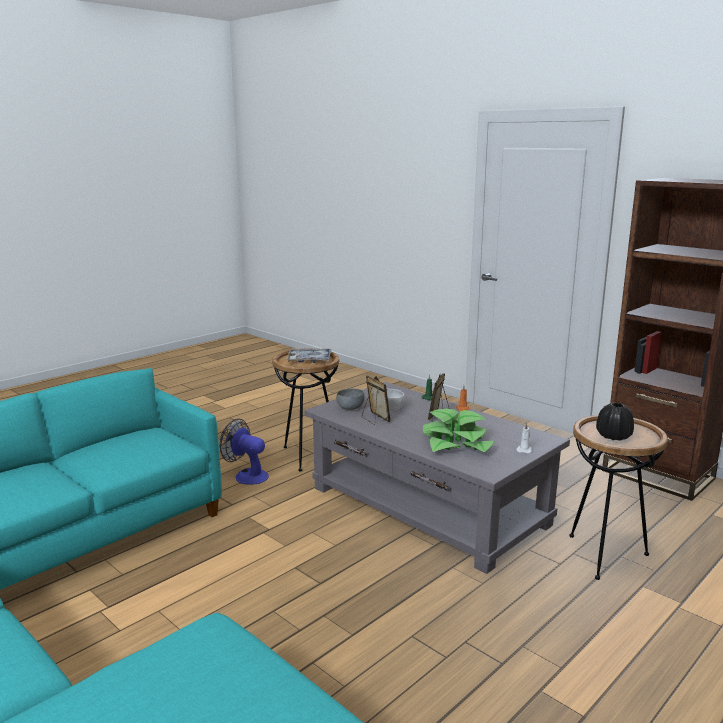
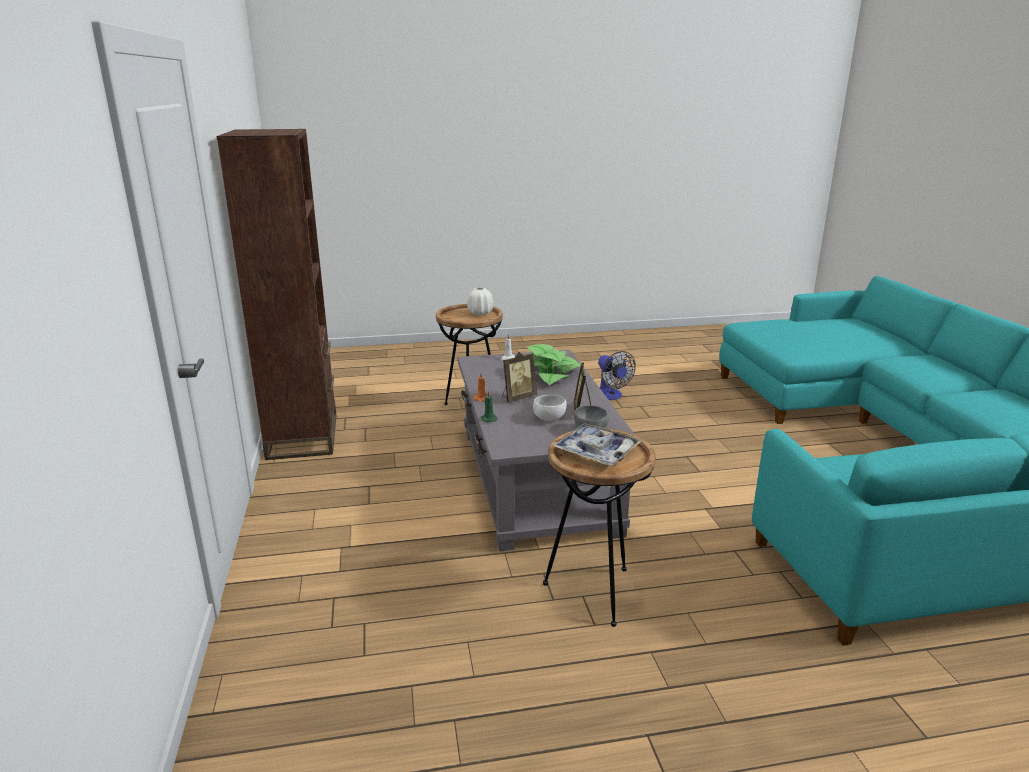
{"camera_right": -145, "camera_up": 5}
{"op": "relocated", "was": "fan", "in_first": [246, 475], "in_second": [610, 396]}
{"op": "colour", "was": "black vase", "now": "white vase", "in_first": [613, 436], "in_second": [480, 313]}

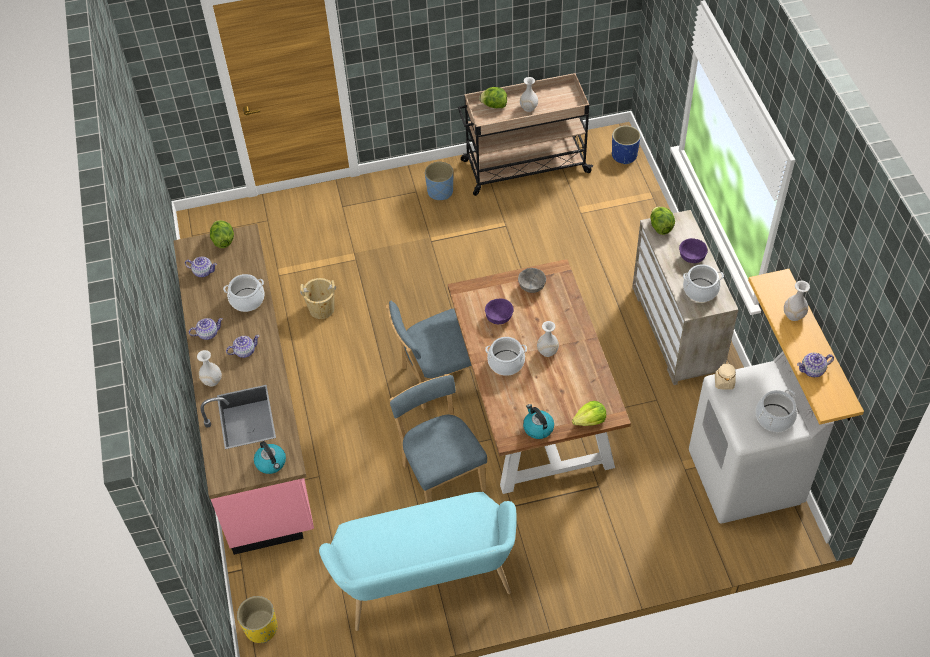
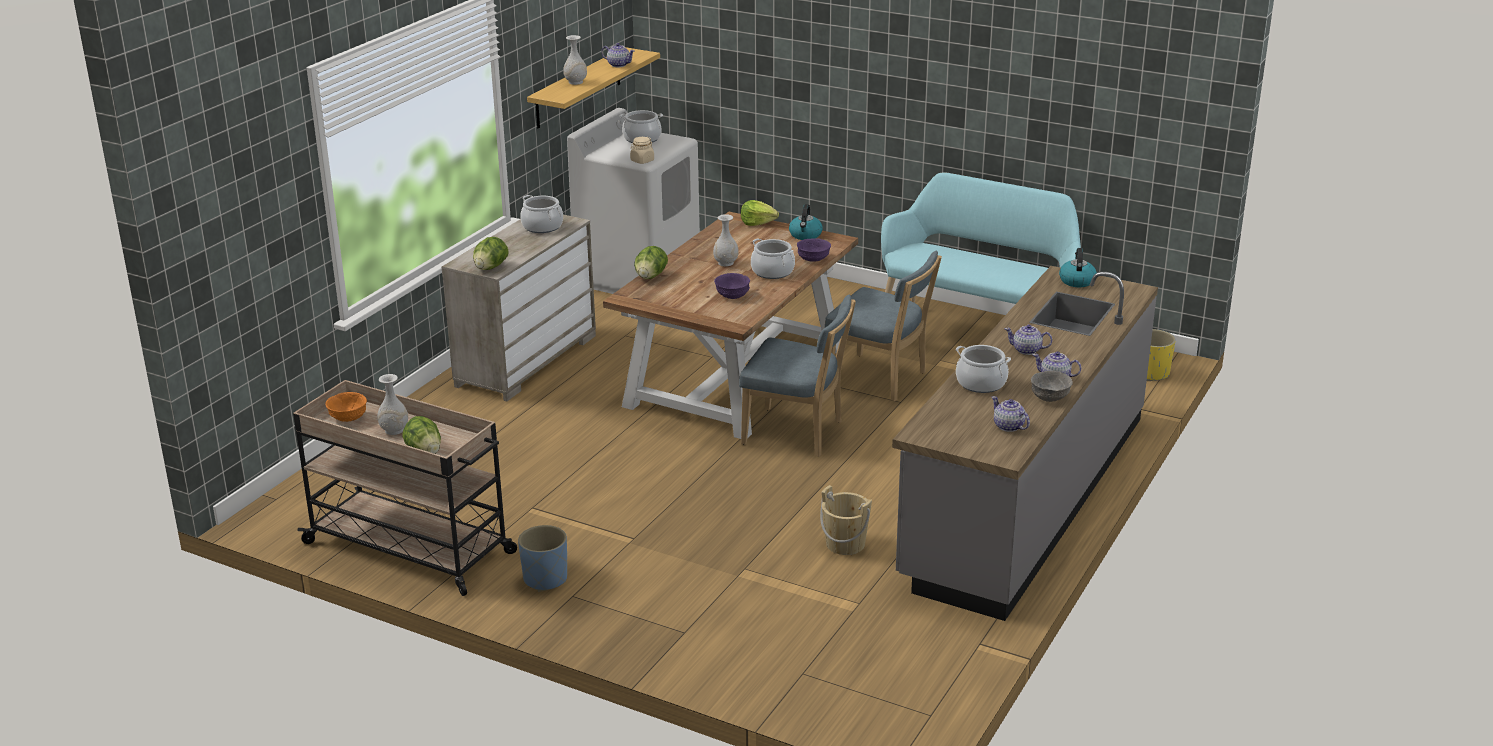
{"camera_right": -140, "camera_up": -25}
{"op": "colour", "was": "pink kitchen counter", "now": "grey kitchen counter", "in_first": [255, 415], "in_second": [1024, 496]}
{"op": "missing", "was": "white vase", "in_first": [212, 380]}
{"op": "relocated", "was": "head of lettuce", "in_first": [223, 240], "in_second": [650, 277]}
{"op": "spun", "was": "blue plain chair", "in_first": [441, 474], "in_second": [880, 379], "clockwise": -75}
{"op": "relocated", "was": "grey deep dish", "in_first": [531, 286], "in_second": [1050, 397]}
{"op": "missing", "was": "blue plant pot", "in_first": [624, 155]}
{"op": "relocated", "was": "purple-coloured deep dish", "in_first": [692, 257], "in_second": [813, 259]}
{"op": "appeared", "now": "orange-coloured deep dish", "in_second": [347, 418]}

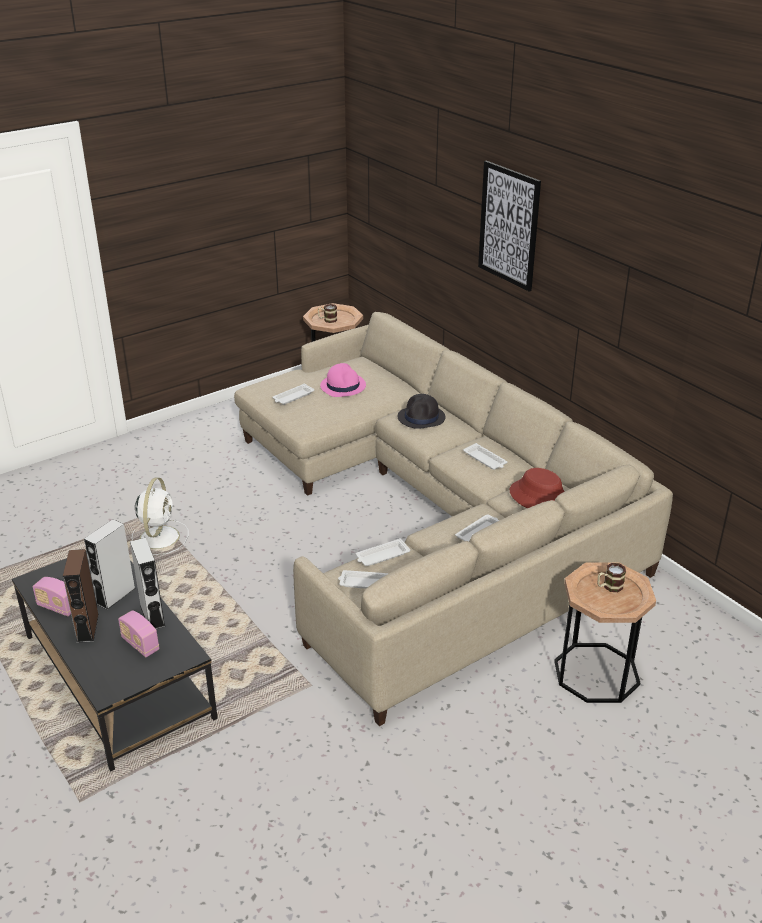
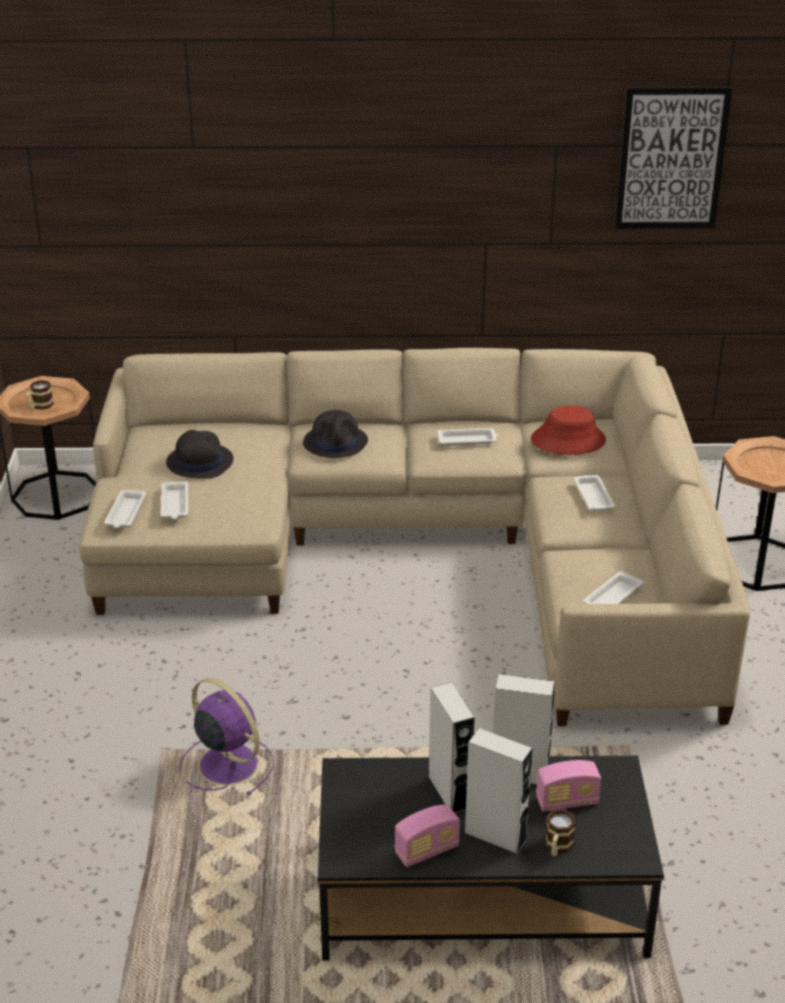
{"camera_right": -55, "camera_up": 0}
{"op": "colour", "was": "brown audio speaker", "now": "grey audio speaker", "in_first": [87, 628], "in_second": [495, 836]}
{"op": "colour", "was": "white fan", "now": "purple-coloured fan", "in_first": [160, 536], "in_second": [226, 763]}
{"op": "colour", "was": "pink wearable hat", "now": "black wearable hat", "in_first": [343, 386], "in_second": [199, 461]}
{"op": "relocated", "was": "white serving tray", "in_first": [382, 556], "in_second": [125, 513]}
{"op": "relocated", "was": "picture", "in_first": [509, 225], "in_second": [671, 158]}
{"op": "relocated", "was": "tea mug", "in_first": [609, 587], "in_second": [557, 847]}

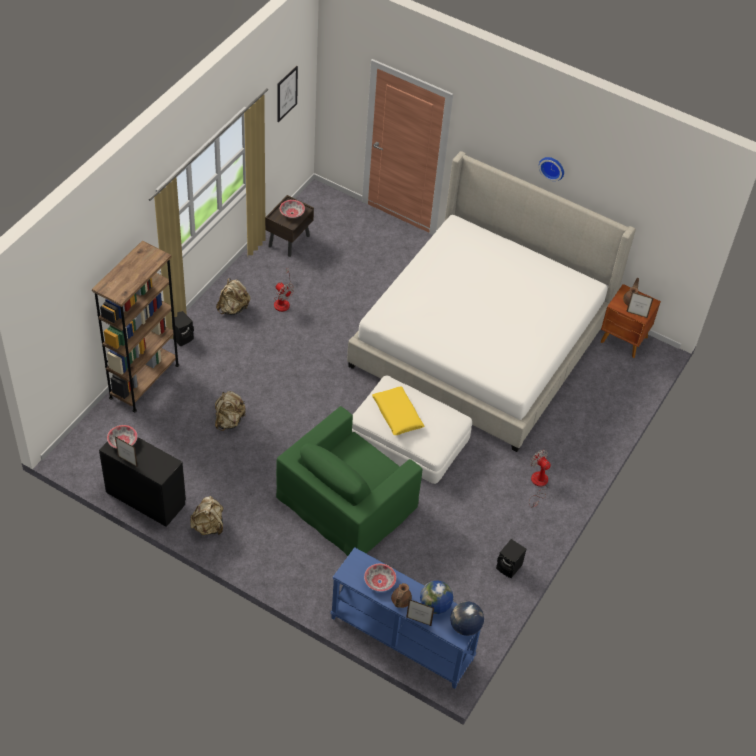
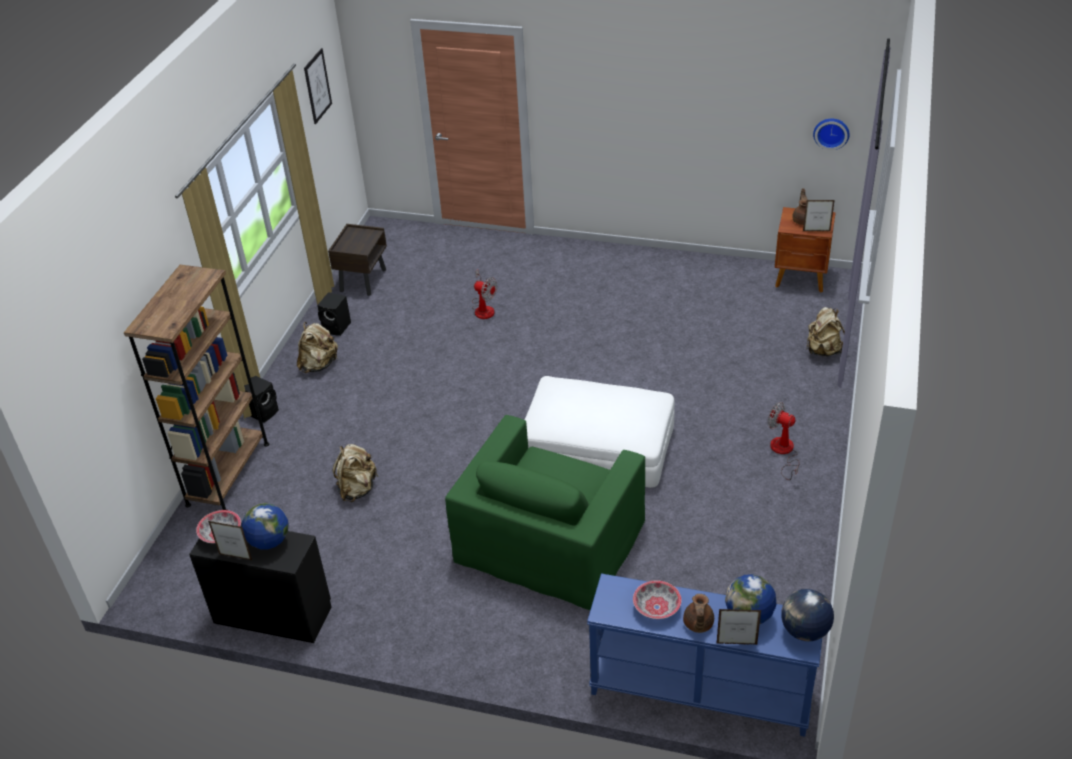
{"camera_right": -10, "camera_up": -10}
{"op": "relocated", "was": "beige backpack", "in_first": [208, 526], "in_second": [823, 350]}
{"op": "relocated", "was": "fan", "in_first": [283, 301], "in_second": [484, 308]}
{"op": "missing", "was": "deep dish", "in_first": [291, 213]}
{"op": "missing", "was": "bed", "in_first": [481, 342]}
{"op": "missing", "was": "yellow-coloured pillow", "in_first": [397, 415]}
{"op": "relocated", "was": "black audio speaker", "in_first": [509, 567], "in_second": [337, 327]}
{"op": "relocated", "was": "wall clock", "in_first": [552, 167], "in_second": [831, 132]}
{"op": "appeared", "now": "desk globe", "in_second": [269, 541]}

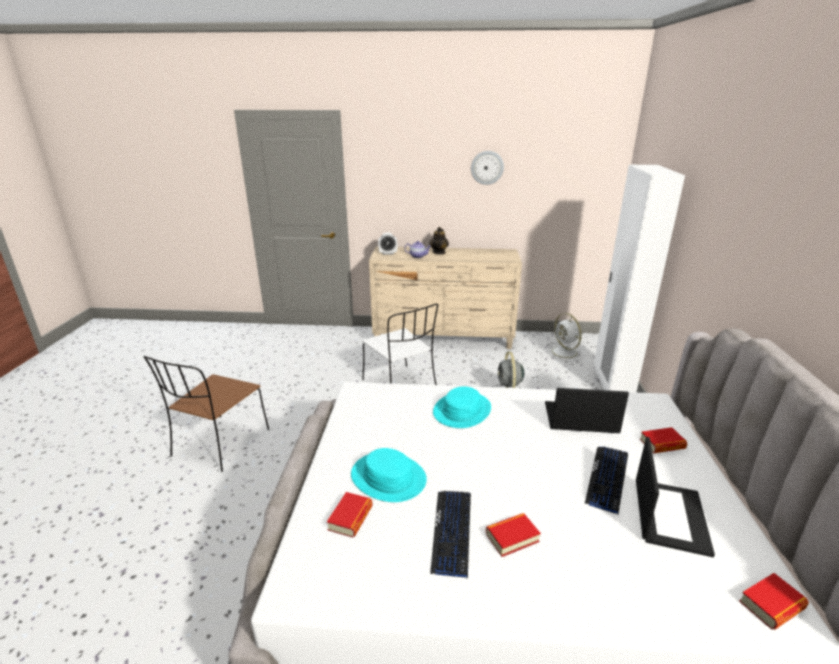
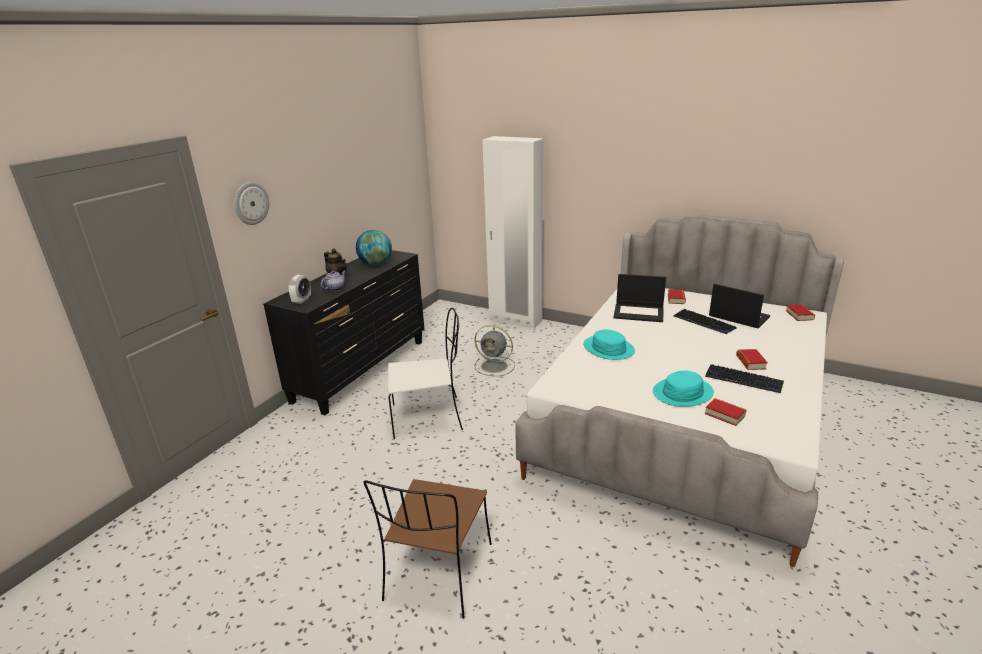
{"camera_right": -65, "camera_up": 0}
{"op": "spun", "was": "brown plain chair", "in_first": [220, 444], "in_second": [438, 574], "clockwise": 60}
{"op": "colour", "was": "beige chest of drawers", "now": "black chest of drawers", "in_first": [443, 338], "in_second": [362, 370]}
{"op": "relocated", "was": "wall clock", "in_first": [487, 167], "in_second": [251, 203]}
{"op": "spun", "was": "notebook computer", "in_first": [580, 418], "in_second": [639, 313], "clockwise": -105}
{"op": "missing", "was": "white fan", "in_first": [565, 352]}
{"op": "appeared", "now": "desk globe", "in_second": [376, 264]}

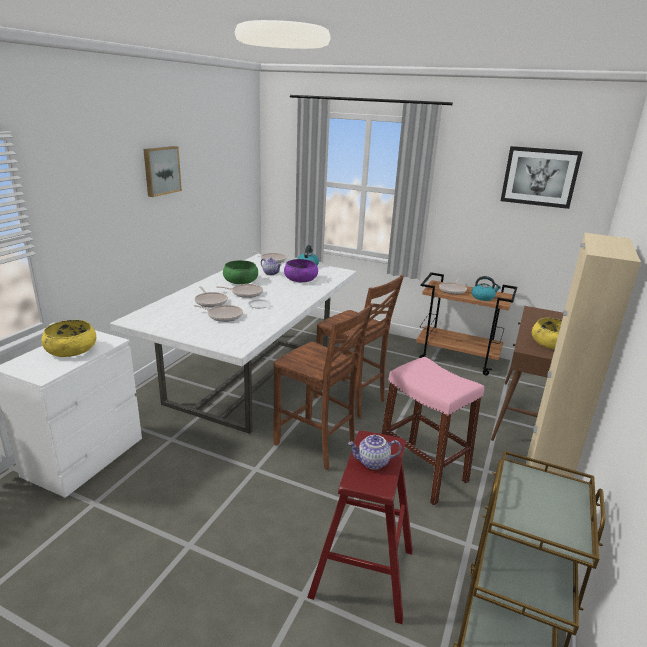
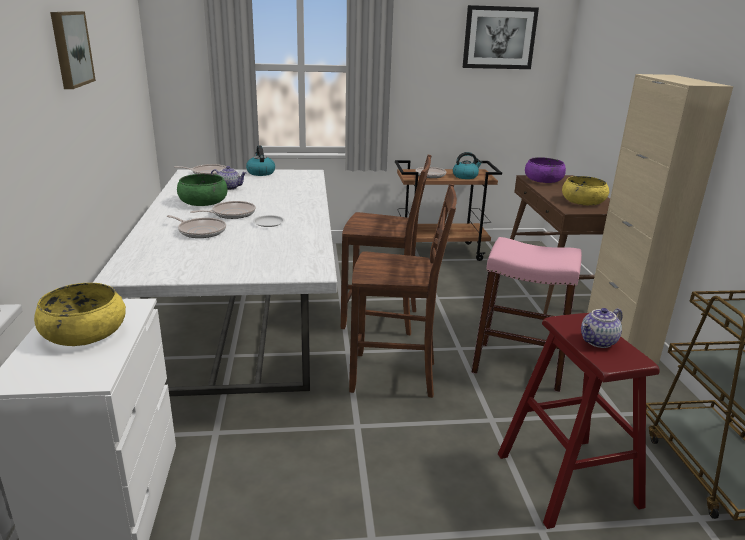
{"camera_right": -30, "camera_up": 0}
{"op": "missing", "was": "frying pan", "in_first": [223, 316]}
{"op": "relocated", "was": "purple-coloured deep dish", "in_first": [300, 279], "in_second": [543, 180]}

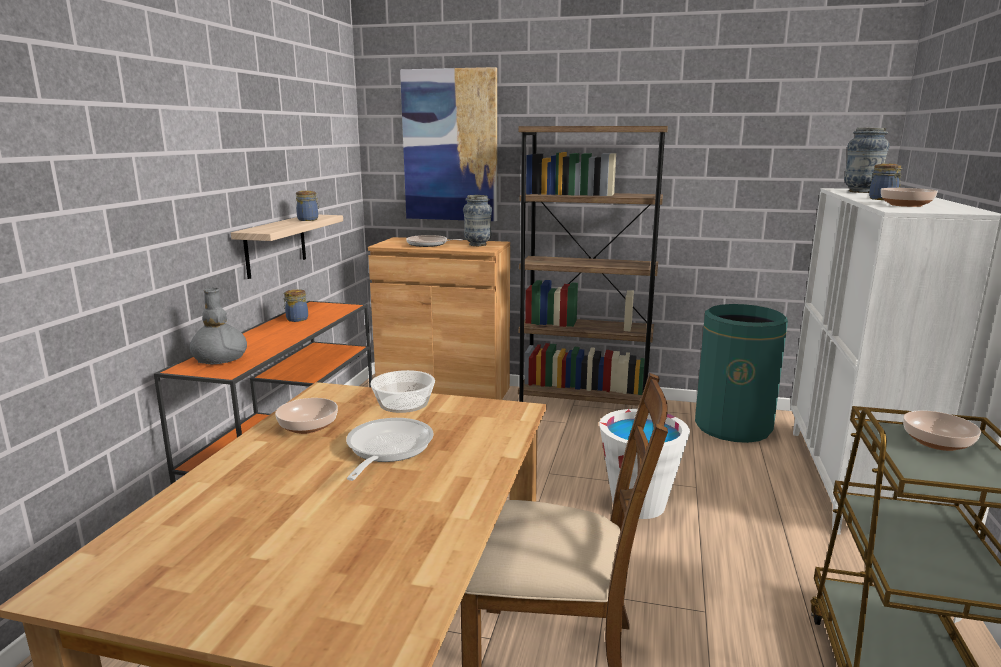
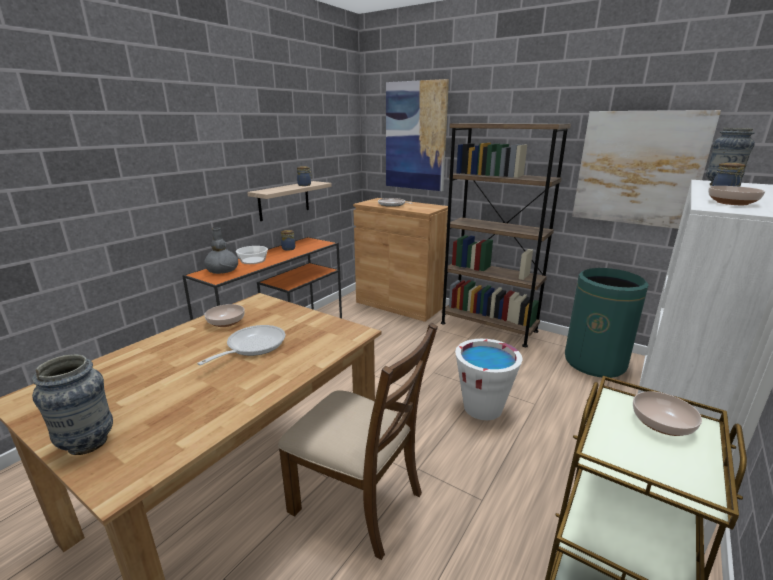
{"camera_right": 20, "camera_up": 5}
{"op": "relocated", "was": "deep dish", "in_first": [404, 403], "in_second": [253, 260]}
{"op": "relocated", "was": "vase", "in_first": [477, 245], "in_second": [87, 443]}
{"op": "appeared", "now": "picture", "in_second": [638, 169]}

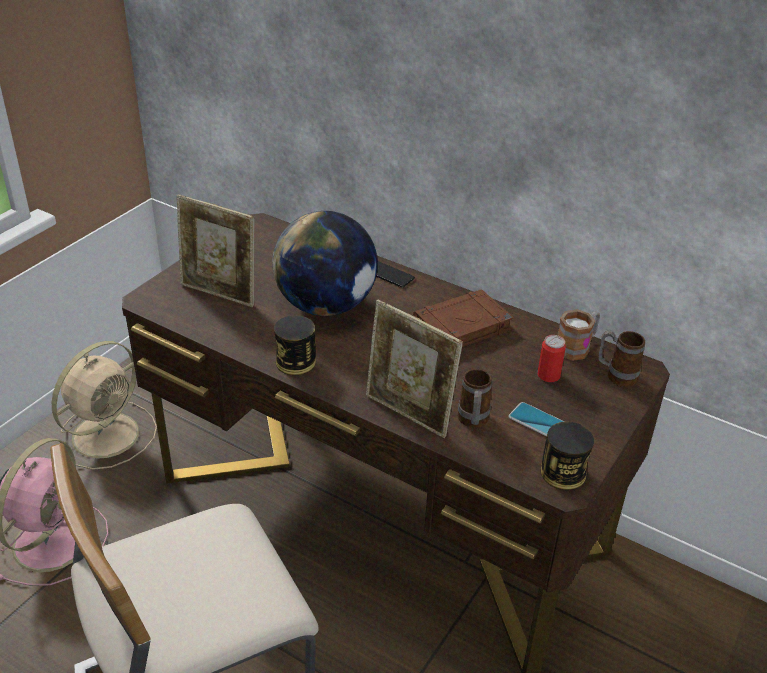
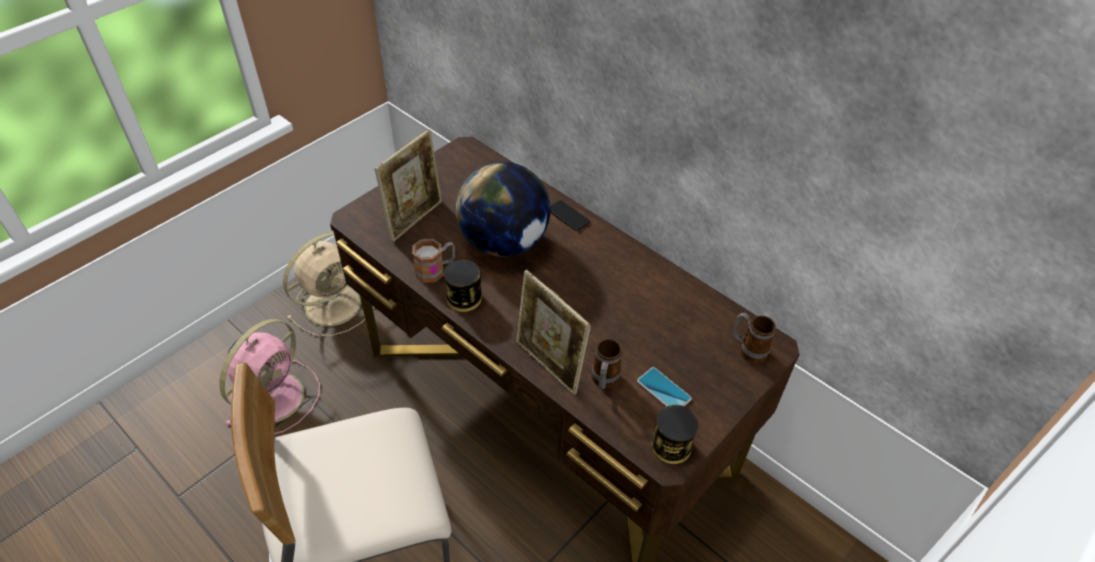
{"camera_right": 10, "camera_up": 10}
{"op": "spun", "was": "photo frame", "in_first": [219, 293], "in_second": [415, 219], "clockwise": -90}
{"op": "missing", "was": "brown book", "in_first": [461, 326]}
{"op": "missing", "was": "sealed can", "in_first": [548, 375]}
{"op": "relocated", "was": "tea mug", "in_first": [577, 347], "in_second": [436, 270]}

